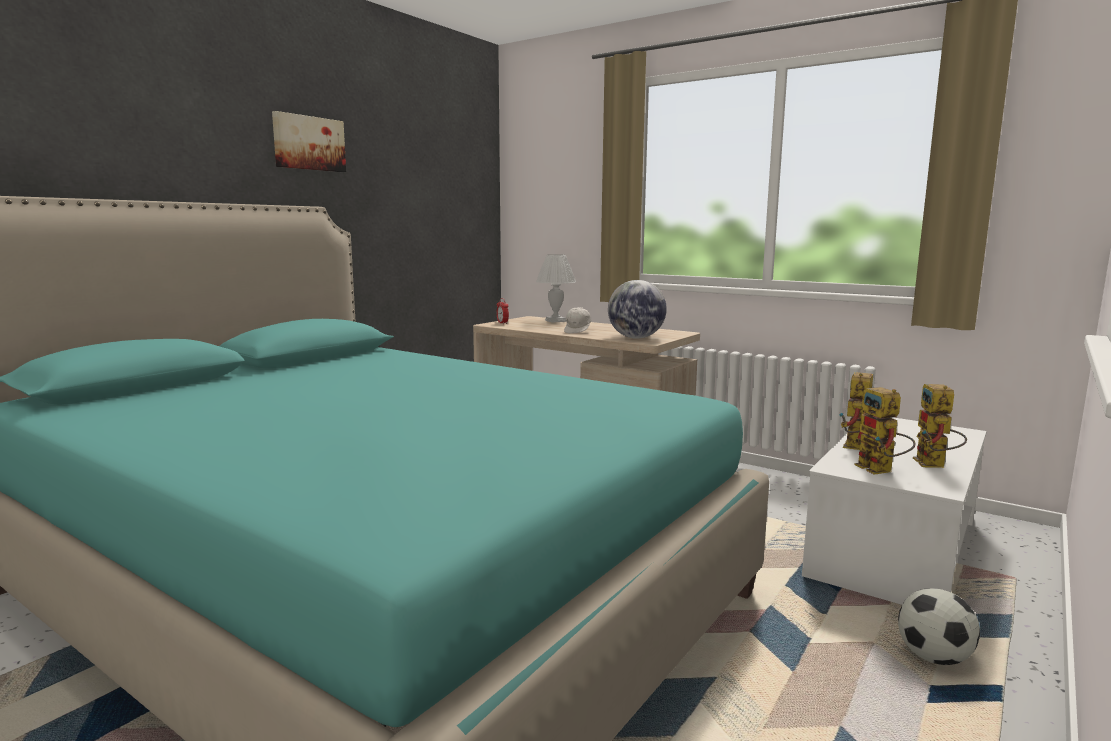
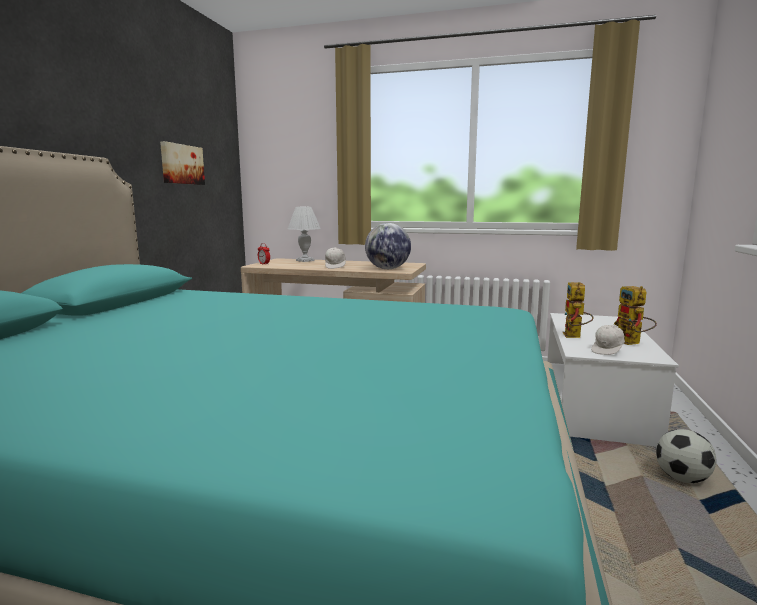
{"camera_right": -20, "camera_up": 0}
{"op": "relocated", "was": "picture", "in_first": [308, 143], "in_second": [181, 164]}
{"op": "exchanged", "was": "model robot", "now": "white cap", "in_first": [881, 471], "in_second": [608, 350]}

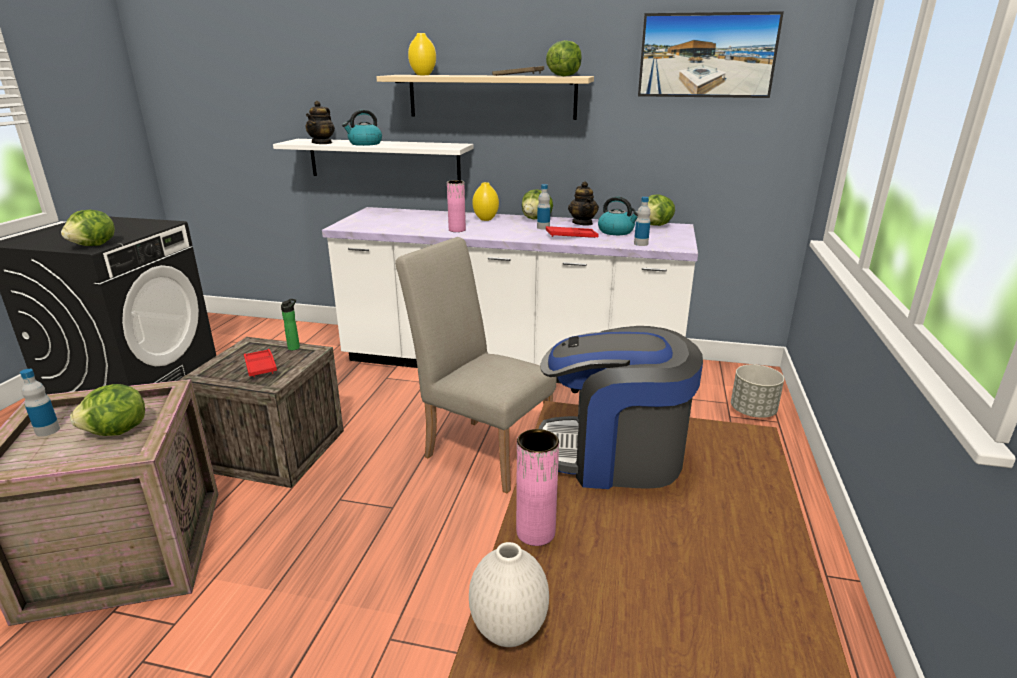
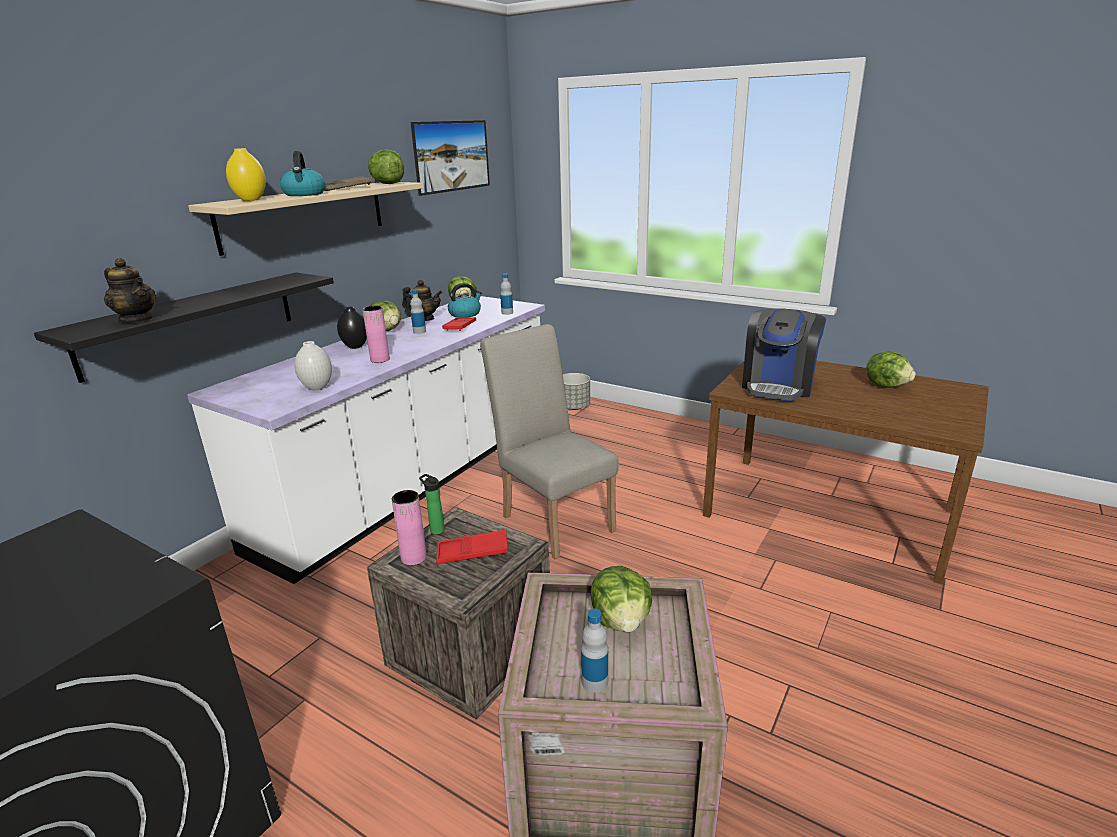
{"camera_right": -70, "camera_up": 0}
{"op": "relocated", "was": "head of lettuce", "in_first": [94, 246], "in_second": [886, 385]}
{"op": "colour", "was": "white shelf", "now": "black shelf", "in_first": [384, 160], "in_second": [191, 323]}
{"op": "relocated", "was": "kettle", "in_first": [365, 144], "in_second": [304, 194]}
{"op": "spun", "was": "beige plain chair", "in_first": [481, 450], "in_second": [553, 519], "clockwise": 90}
{"op": "relocated", "was": "white vase", "in_first": [508, 633], "in_second": [317, 387]}
{"op": "colour", "was": "yellow-coloured vase", "now": "black vase", "in_first": [485, 219], "in_second": [355, 346]}
{"op": "relocated", "was": "pink vase", "in_first": [535, 532], "in_second": [414, 558]}

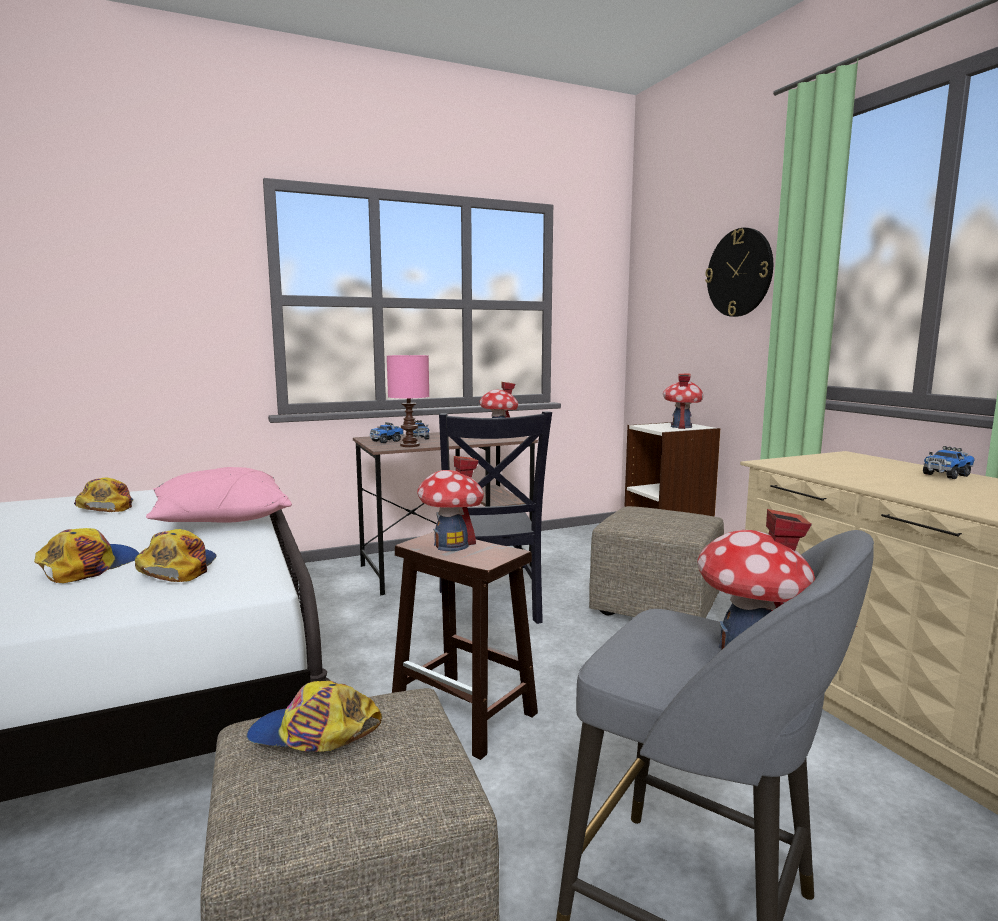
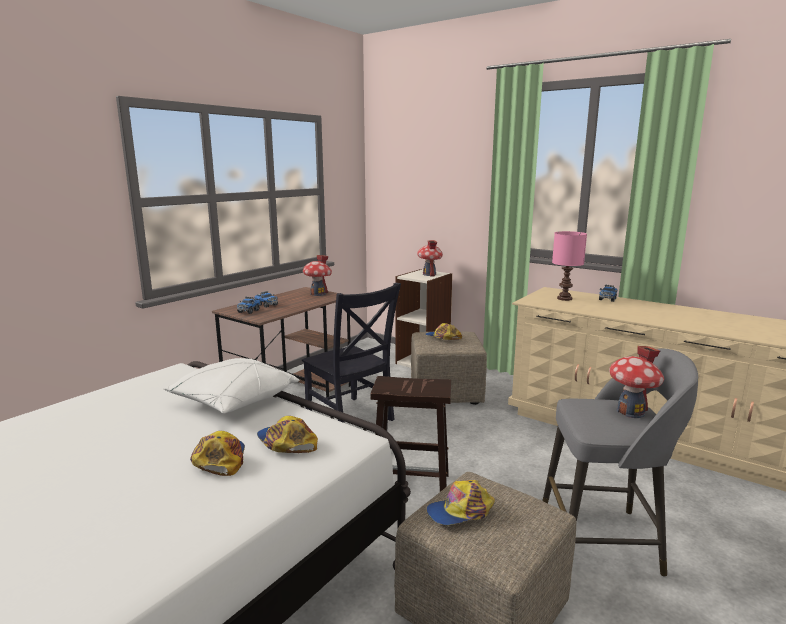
{"camera_right": -30, "camera_up": 5}
{"op": "relocated", "was": "cap", "in_first": [106, 506], "in_second": [442, 338]}
{"op": "colour", "was": "pink pillow", "now": "white pillow", "in_first": [220, 519], "in_second": [233, 401]}
{"op": "relocated", "was": "pink lamp for a table", "in_first": [410, 445], "in_second": [565, 298]}
{"op": "missing", "was": "toy house", "in_first": [451, 545]}
{"op": "missing", "was": "wall clock", "in_first": [739, 273]}

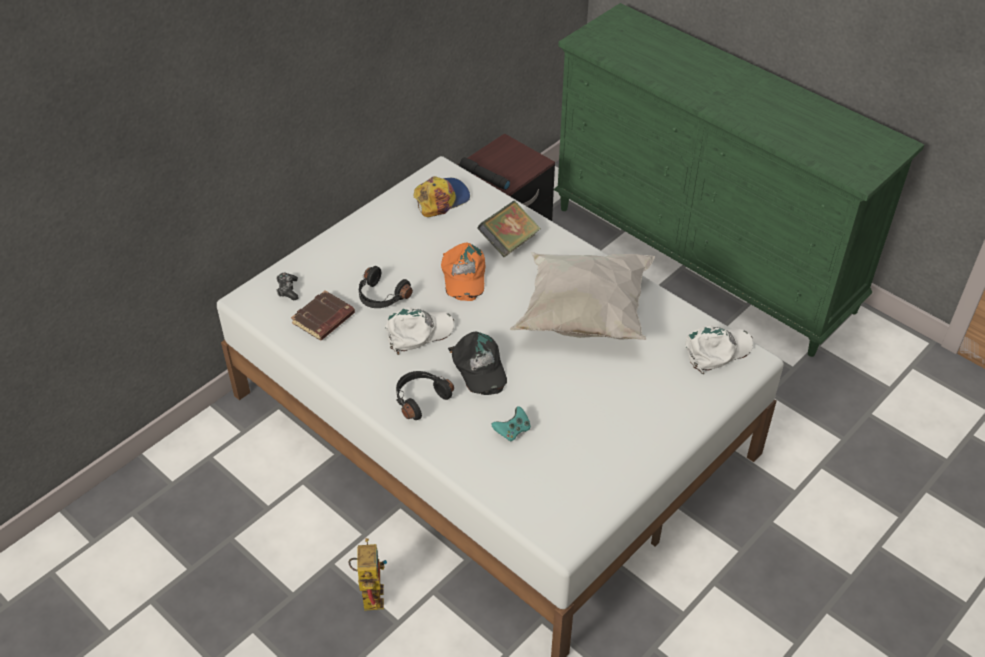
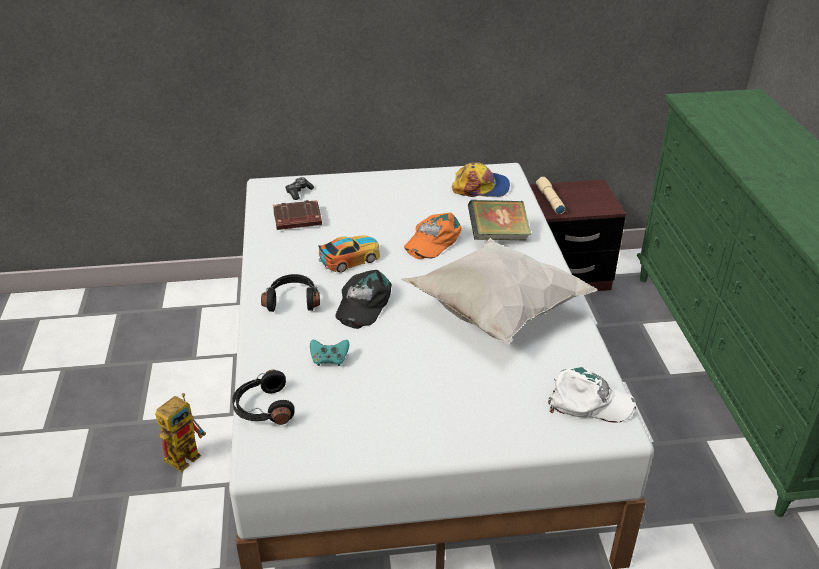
{"camera_right": 40, "camera_up": -10}
{"op": "relocated", "was": "black pair of headphones", "in_first": [381, 297], "in_second": [263, 408]}
{"op": "exchanged", "was": "white cap", "now": "toy car", "in_first": [418, 332], "in_second": [350, 259]}
{"op": "colour", "was": "black torch", "now": "beige torch", "in_first": [483, 179], "in_second": [549, 200]}

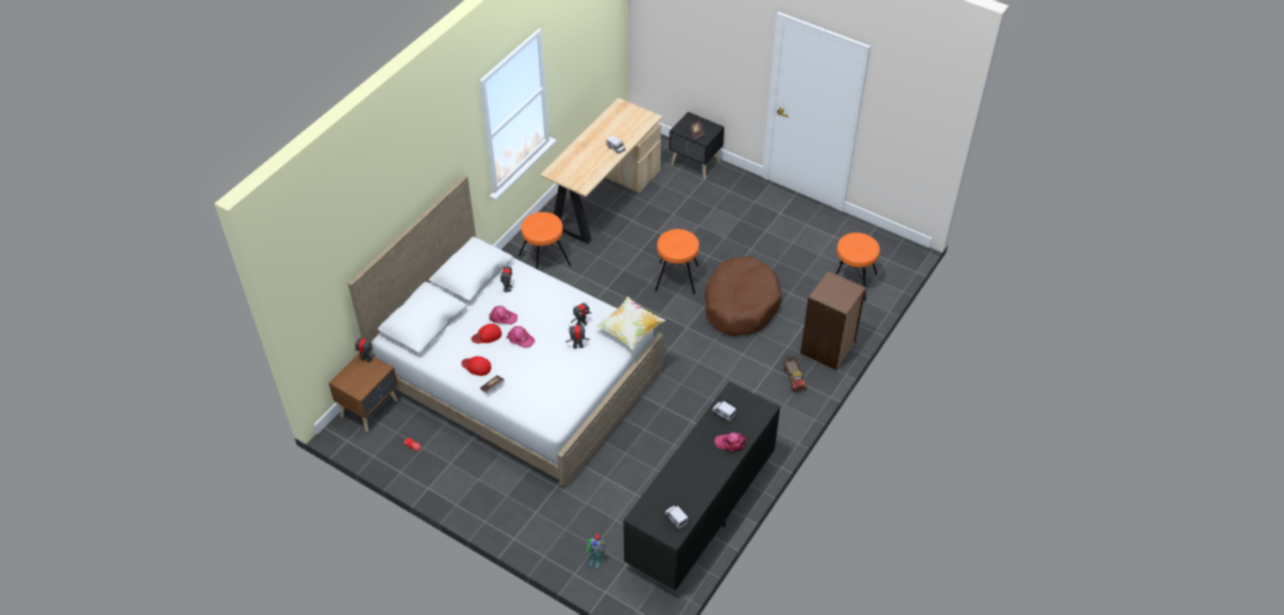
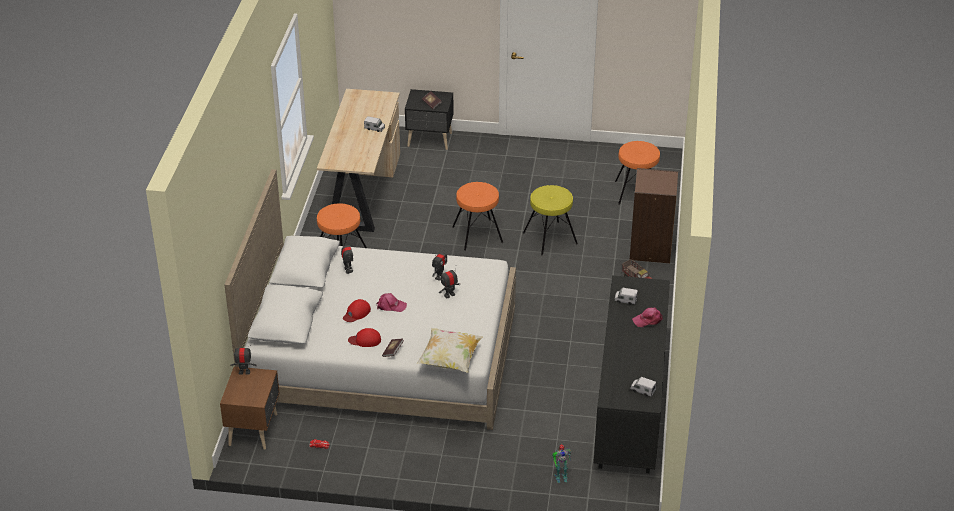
{"camera_right": -25, "camera_up": -10}
{"op": "missing", "was": "pink cap", "in_first": [502, 317]}
{"op": "relocated", "was": "pillow", "in_first": [630, 331], "in_second": [449, 360]}
{"op": "exchanged", "was": "brown dog bed", "now": "yellow-coloured sitting stool", "in_first": [740, 304], "in_second": [550, 238]}

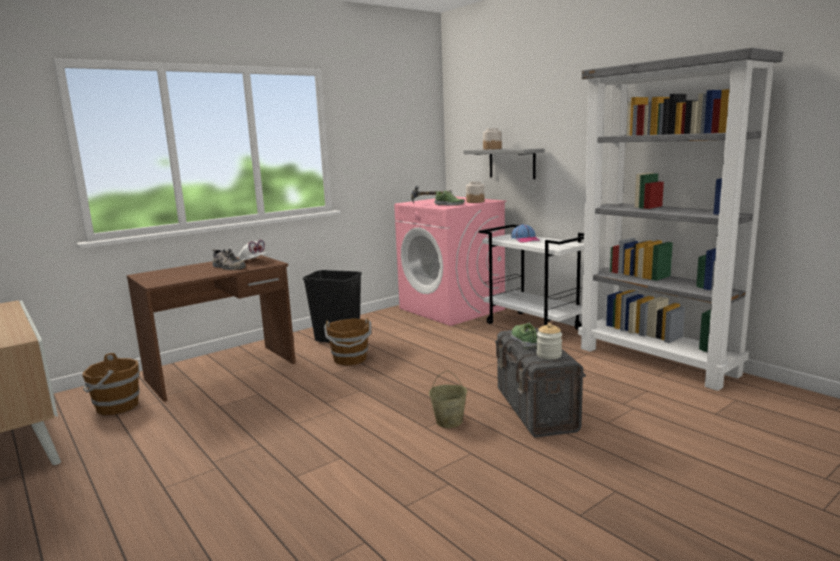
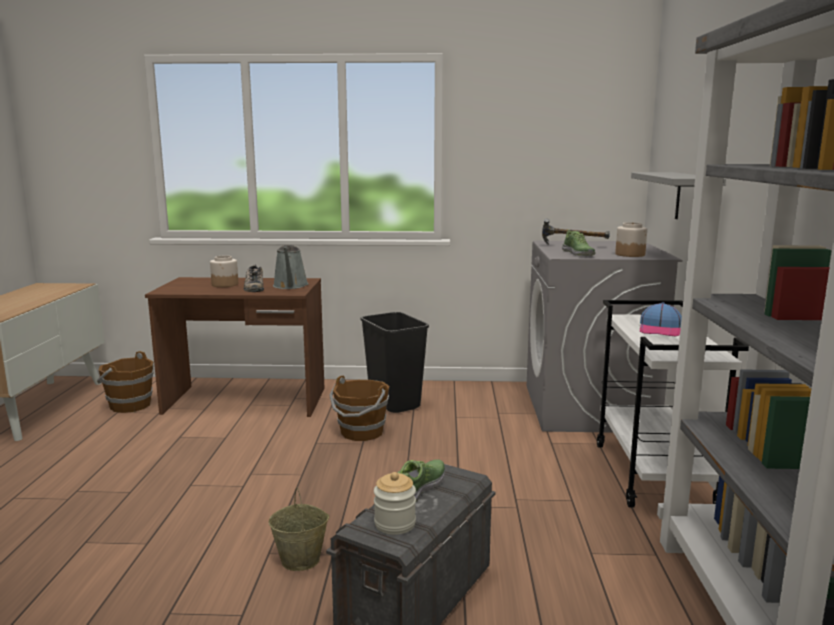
{"camera_right": 40, "camera_up": 0}
{"op": "exchanged", "was": "white cap", "now": "grey watering can", "in_first": [255, 261], "in_second": [290, 286]}
{"op": "colour", "was": "pink laundry appliance", "now": "grey laundry appliance", "in_first": [452, 309], "in_second": [589, 409]}
{"op": "relocated", "was": "storage jar", "in_first": [492, 149], "in_second": [225, 284]}

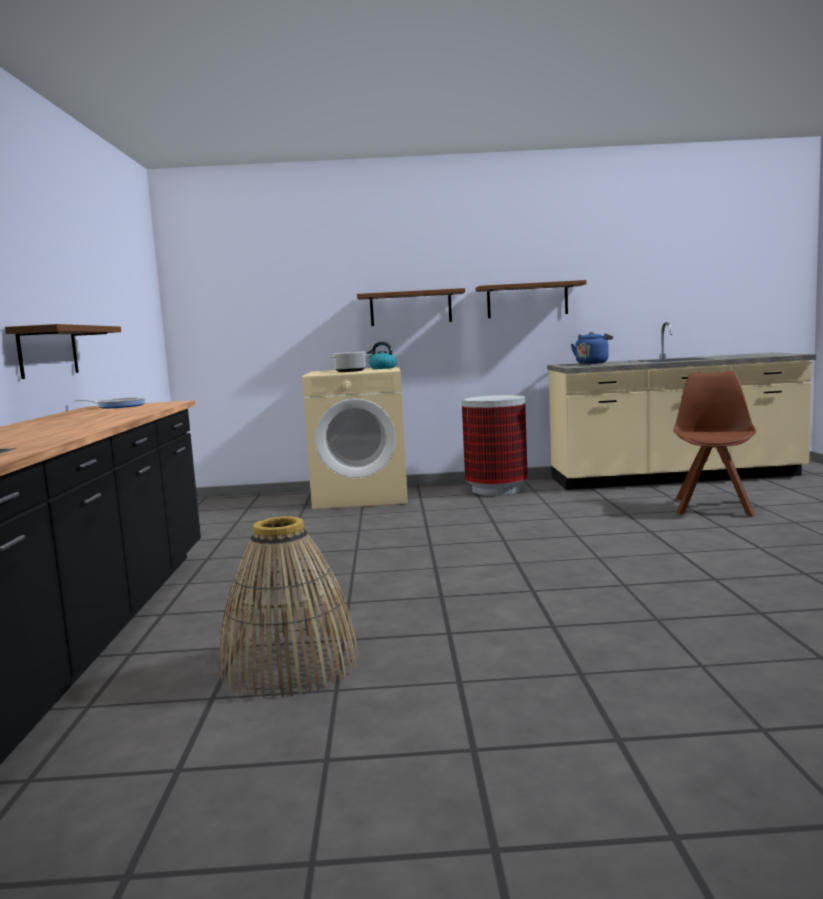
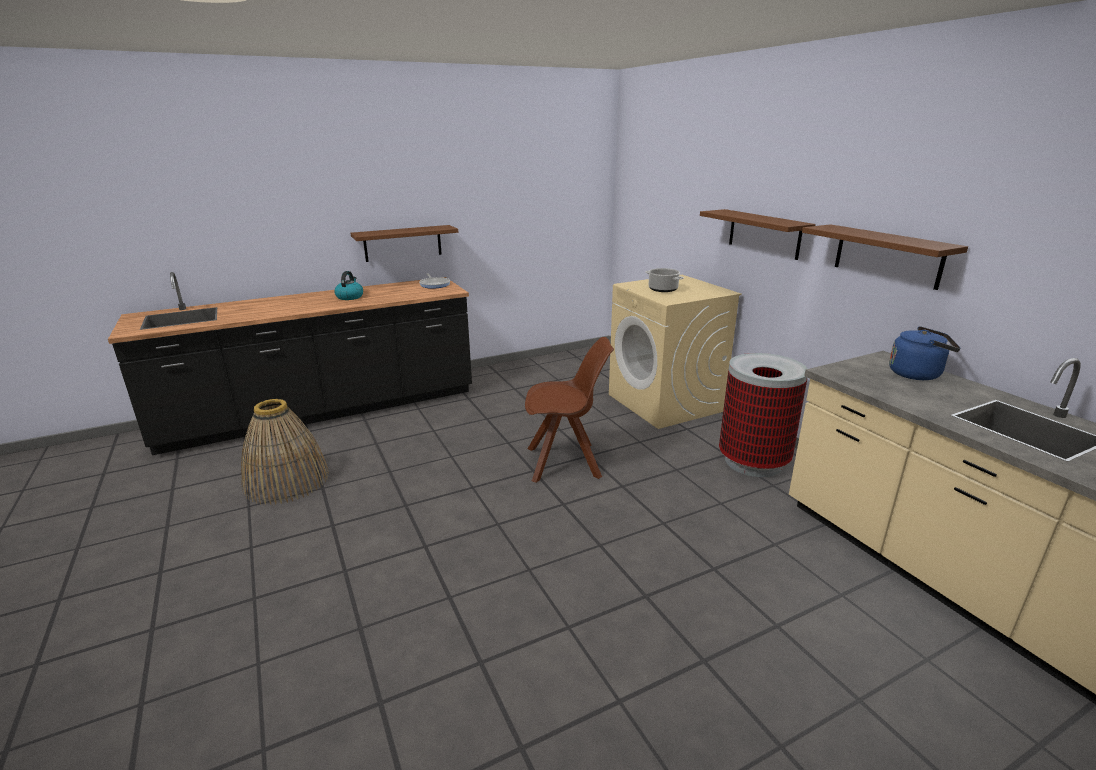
{"camera_right": 65, "camera_up": 15}
{"op": "relocated", "was": "kettle", "in_first": [382, 368], "in_second": [350, 297]}
{"op": "relocated", "was": "brown plain chair", "in_first": [713, 506], "in_second": [566, 463]}

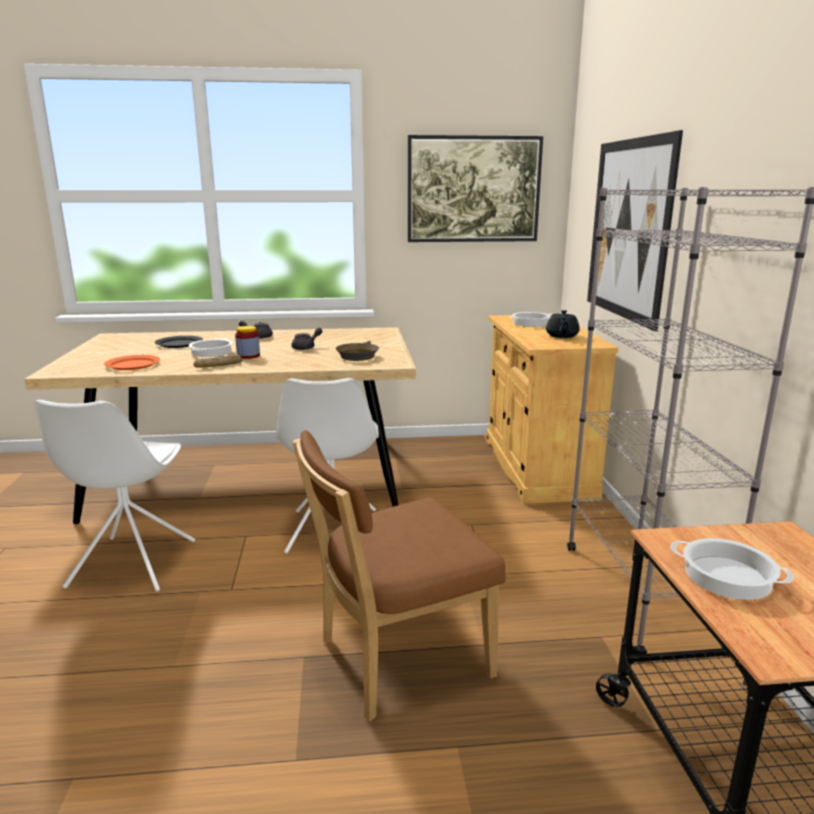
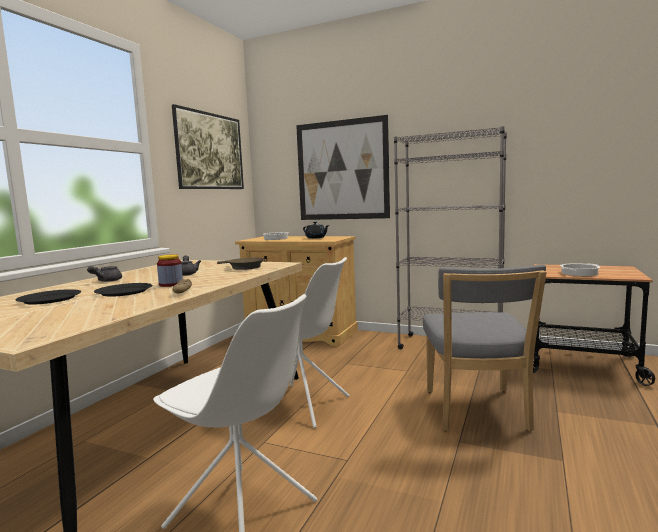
{"camera_right": -60, "camera_up": -10}
{"op": "missing", "was": "orange-coloured flat dish", "in_first": [133, 365]}
{"op": "exchanged", "was": "cooking pot", "now": "black flat dish", "in_first": [211, 352], "in_second": [123, 292]}
{"op": "colour", "was": "brown plain chair", "now": "grey plain chair", "in_first": [396, 659], "in_second": [477, 412]}

